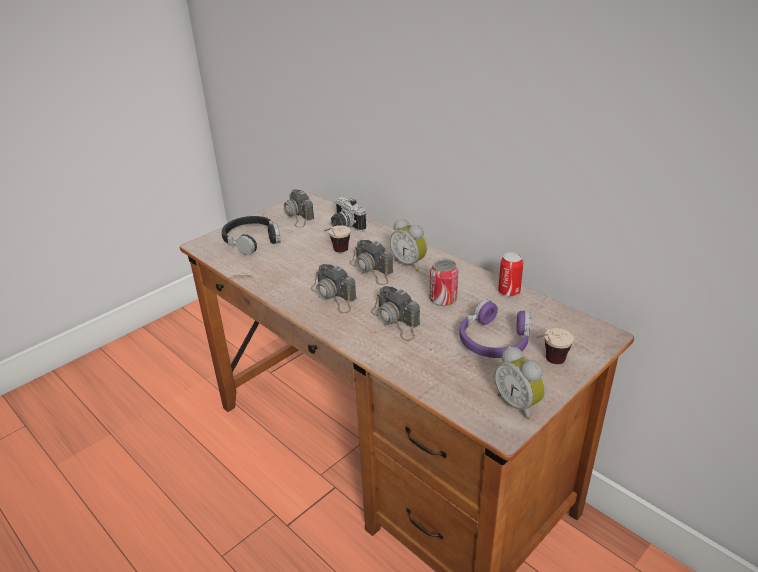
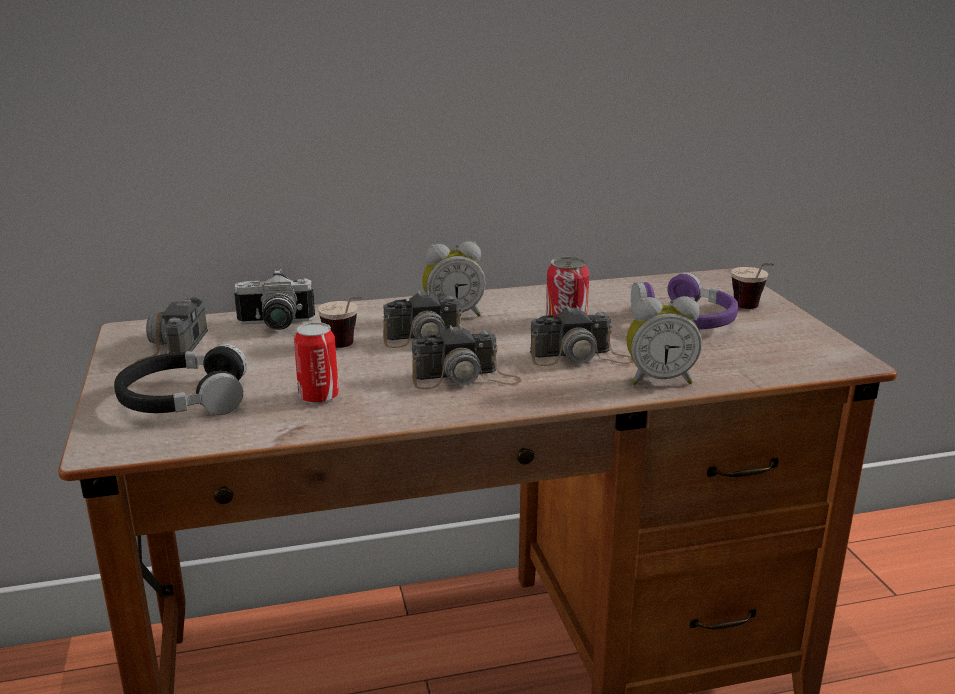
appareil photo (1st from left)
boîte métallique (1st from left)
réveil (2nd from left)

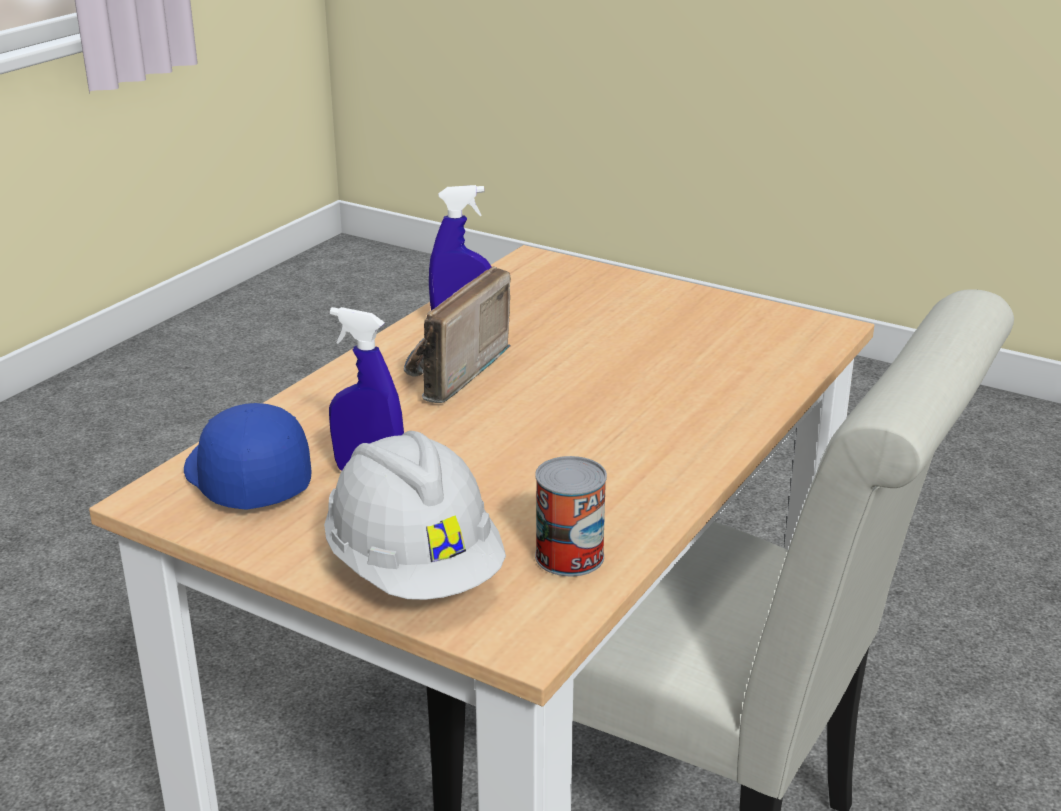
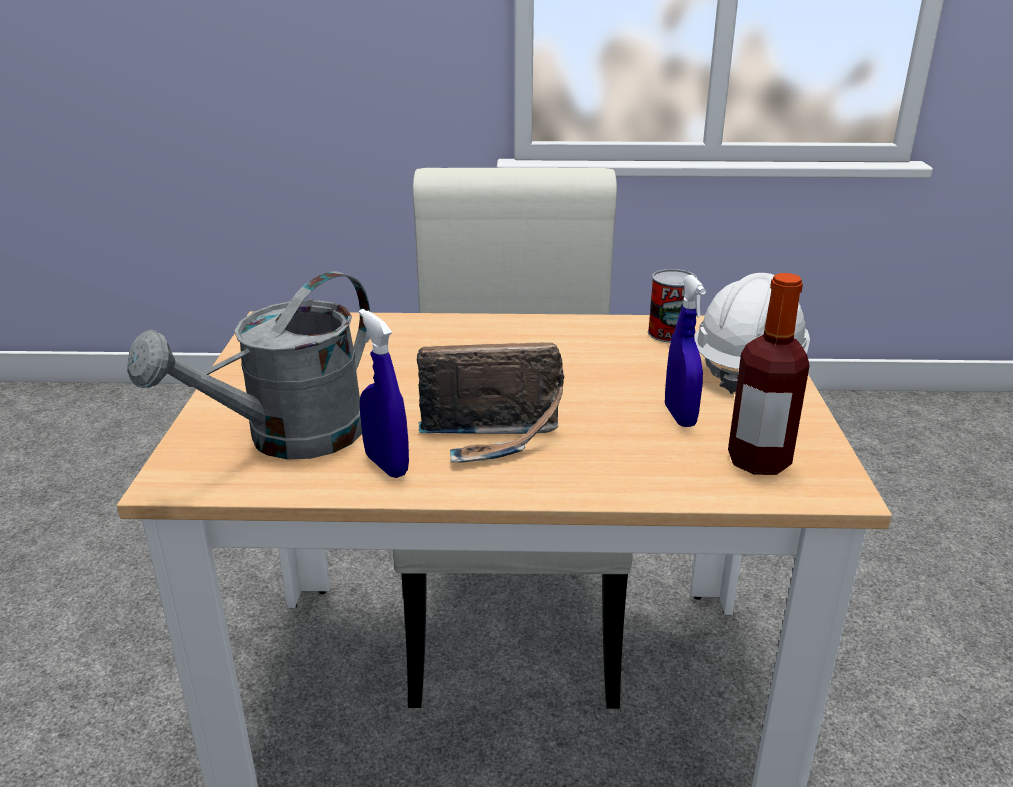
bouteille
arrosoir (gris)

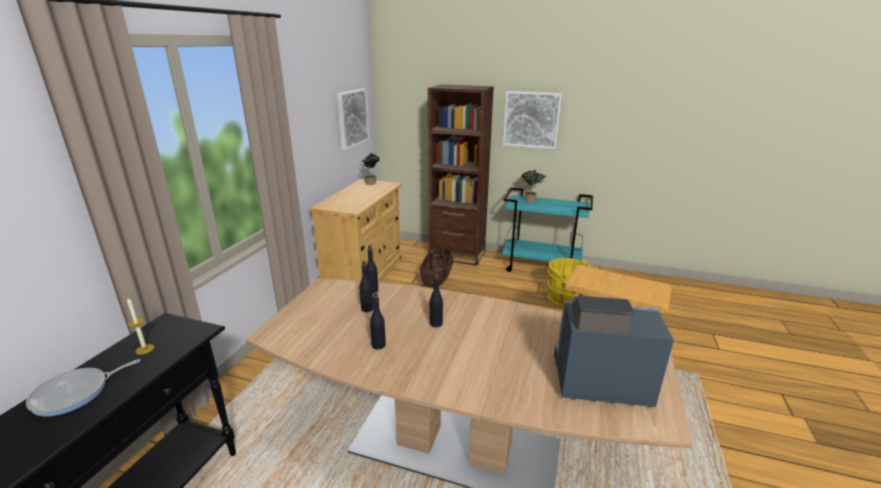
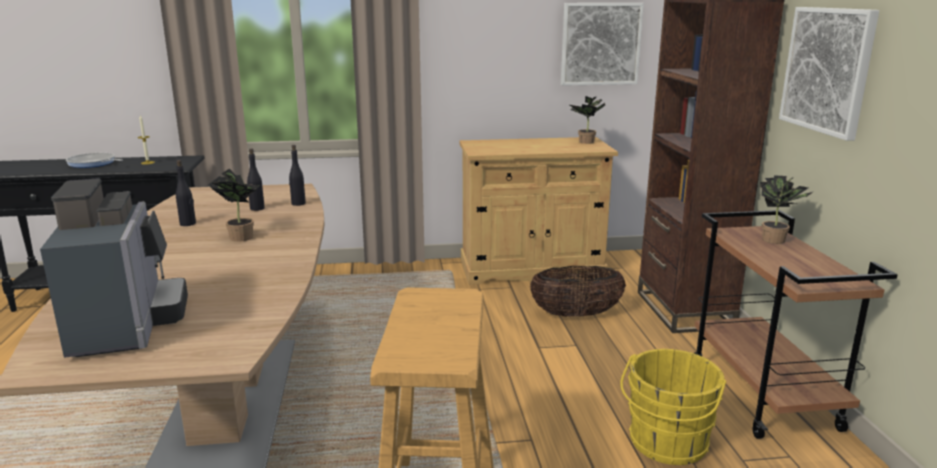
chariot (marron)
plante en pot (1st from left)

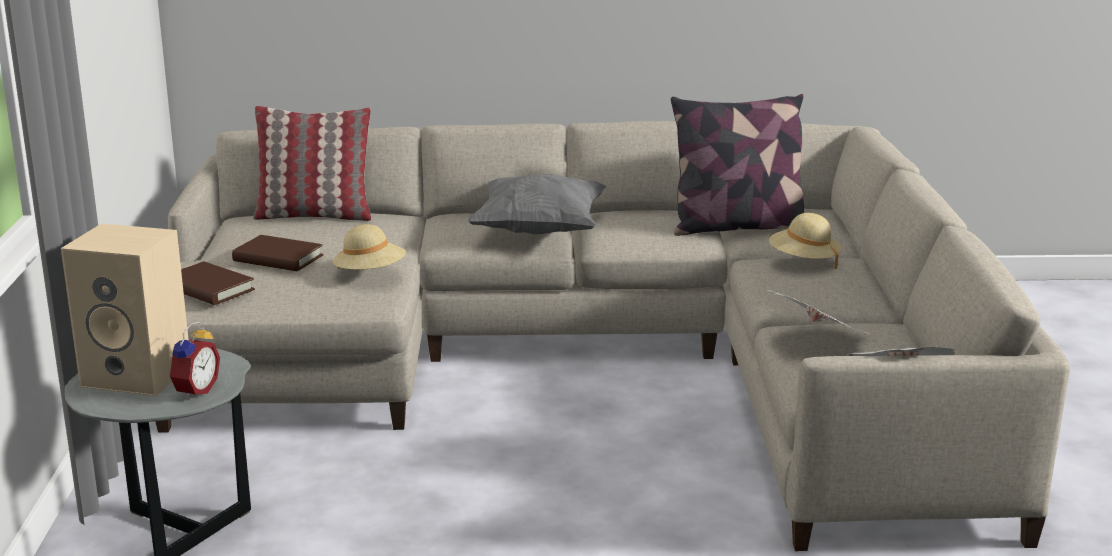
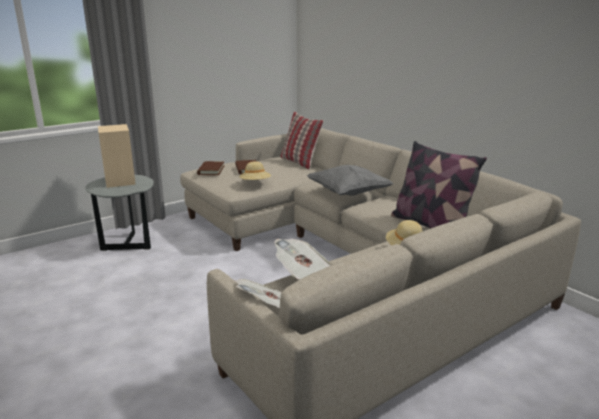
réveil

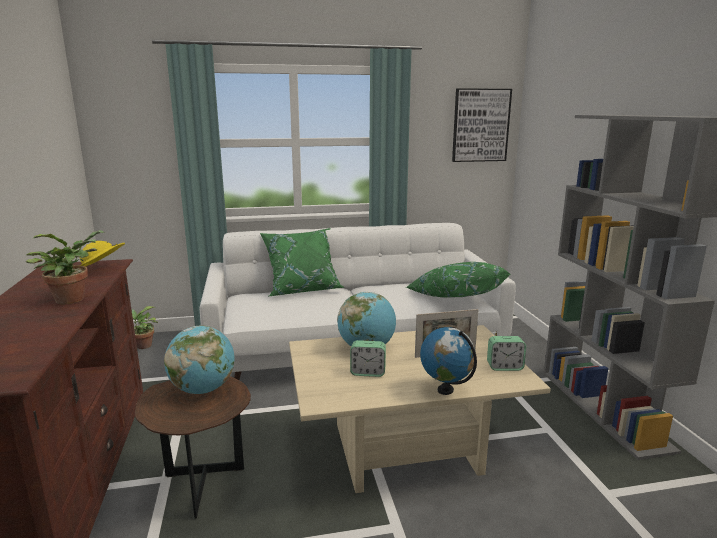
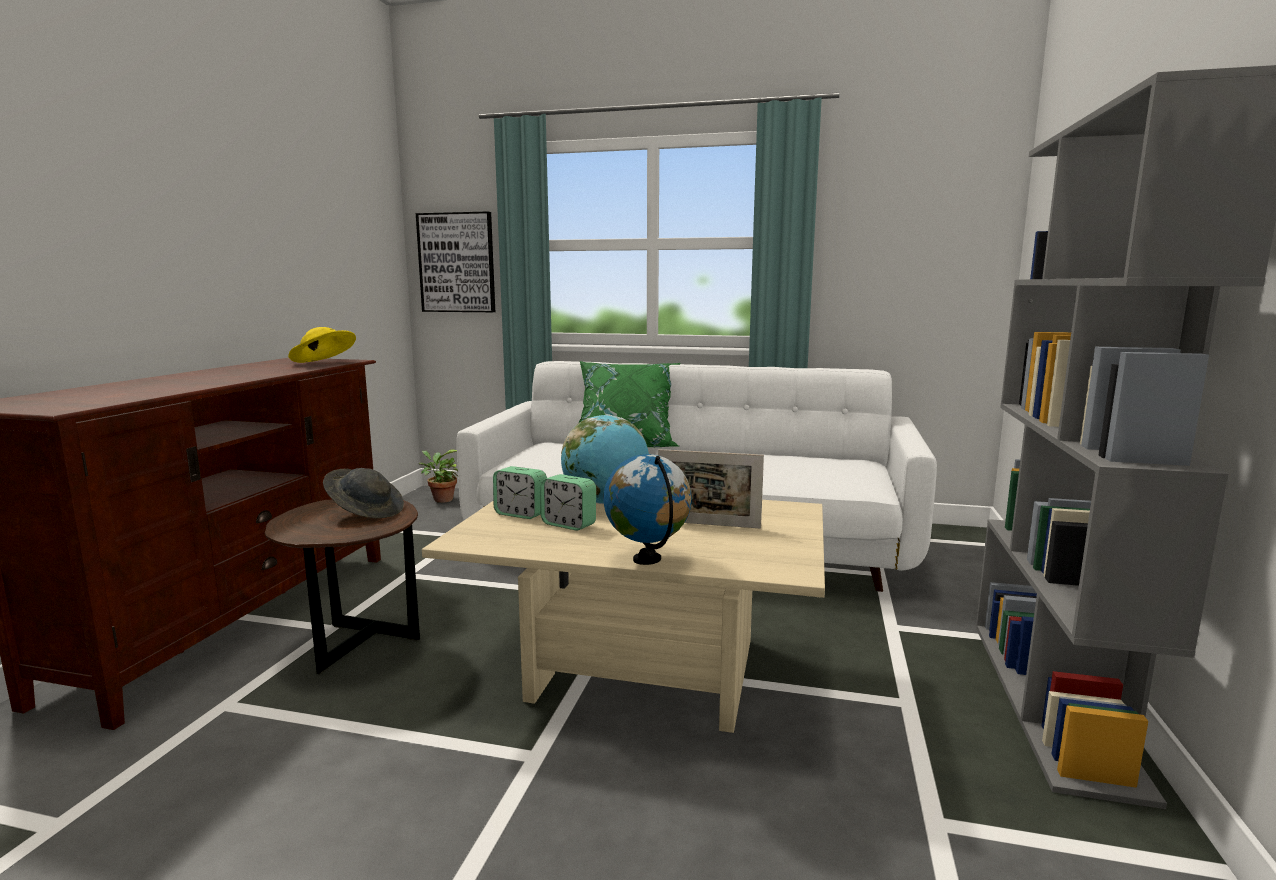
tableau
plante en pot (1st from left in the first image)
coussin (vert) (2nd from left in the first image)
chapeau (gris)
réveil (1st from left)

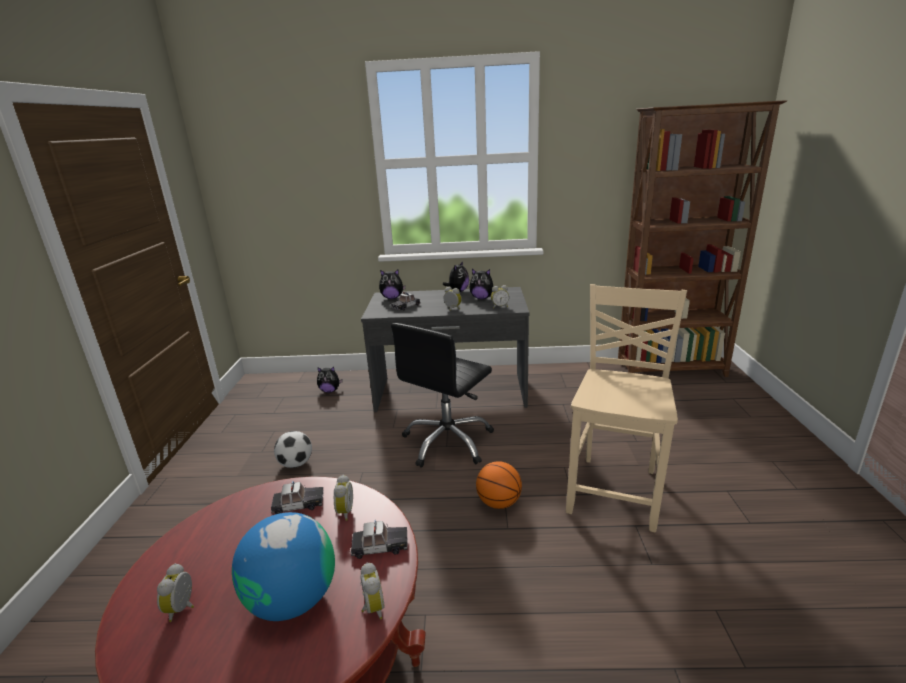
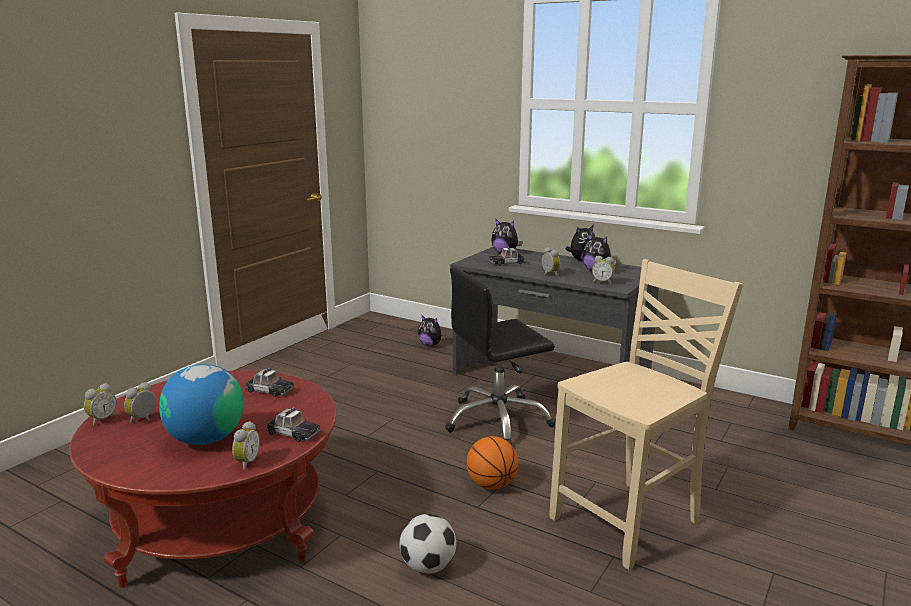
ballon de foot
réveil (1st from left)

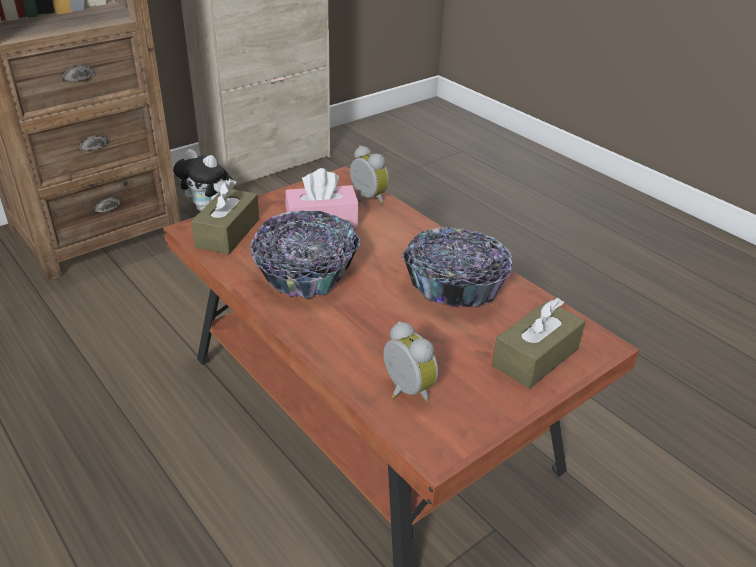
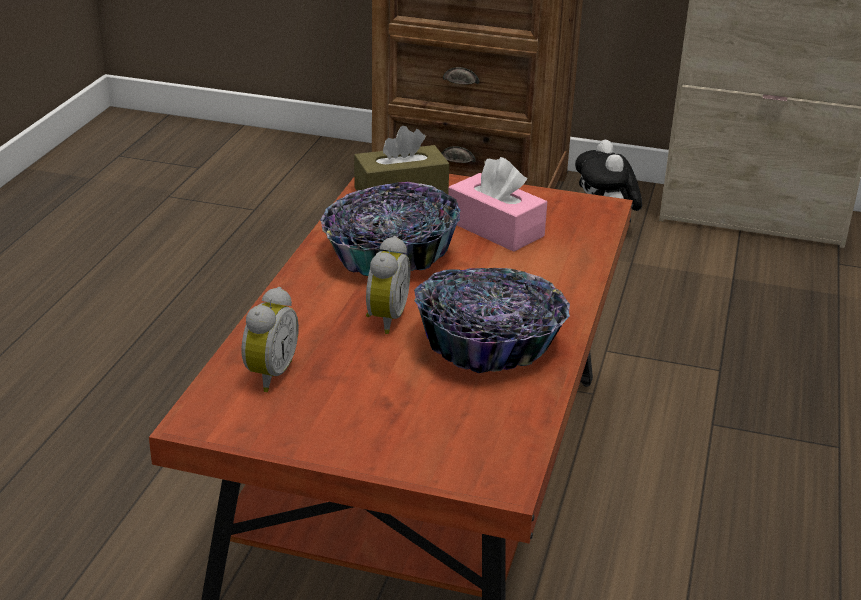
réveil (2nd from left)
boîte à mouchoirs (marron) (2nd from left in the first image)

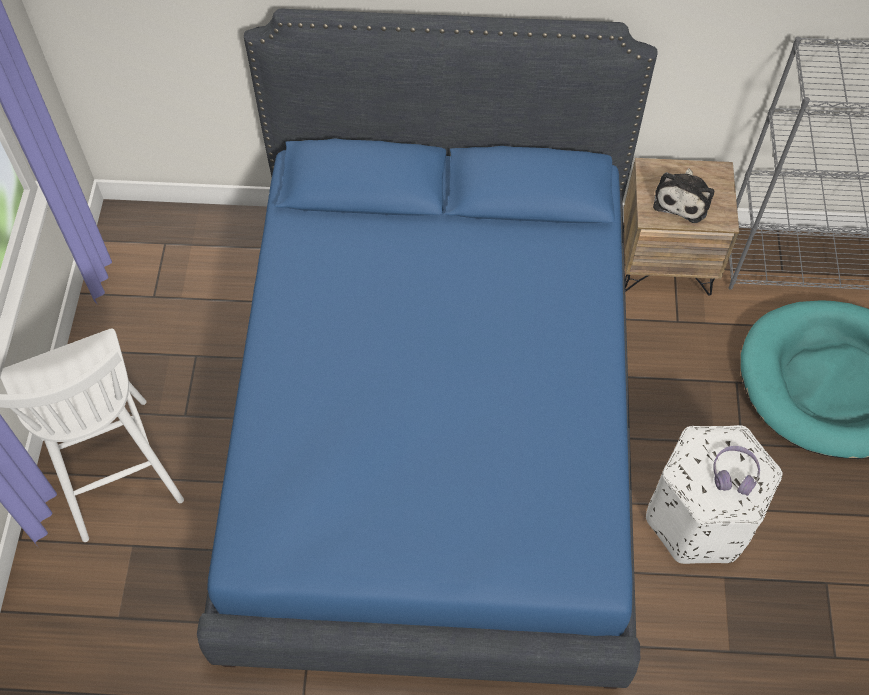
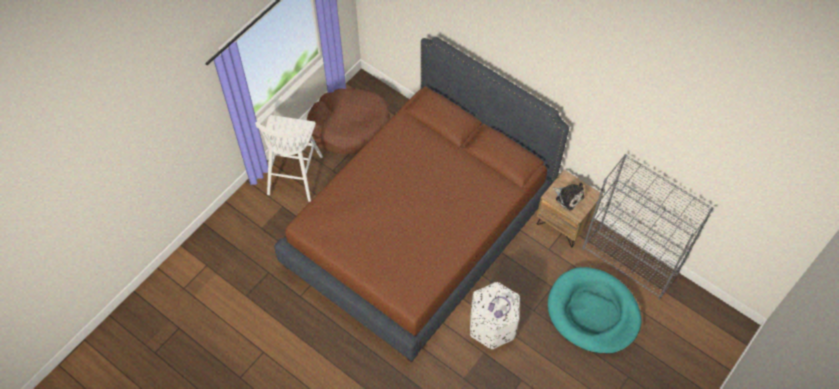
lit (marron)
peluche
panier pour chien (marron)

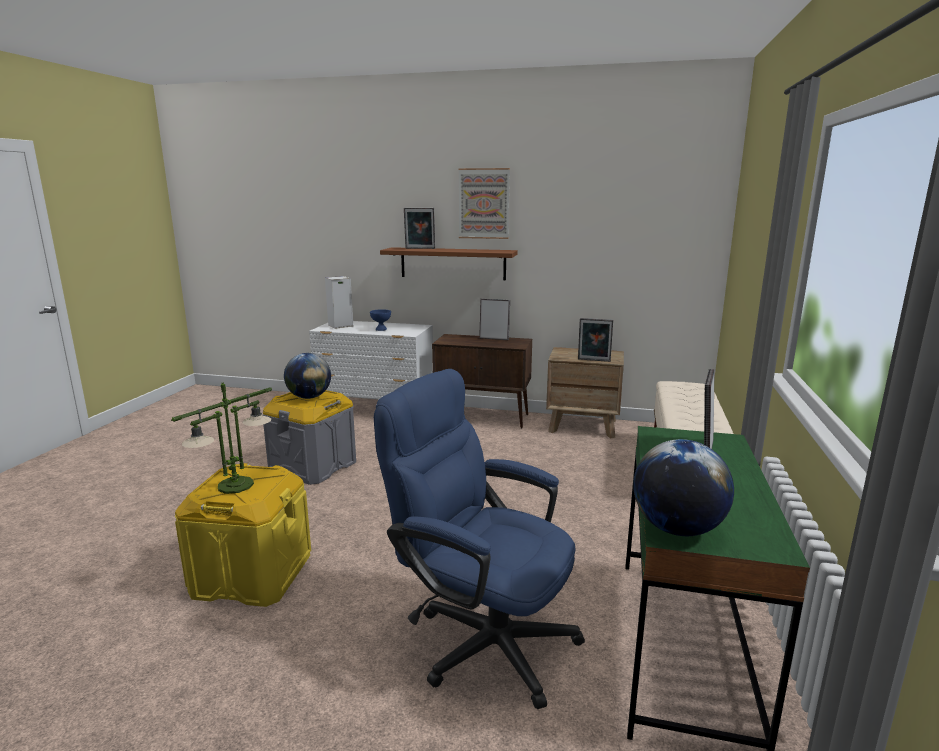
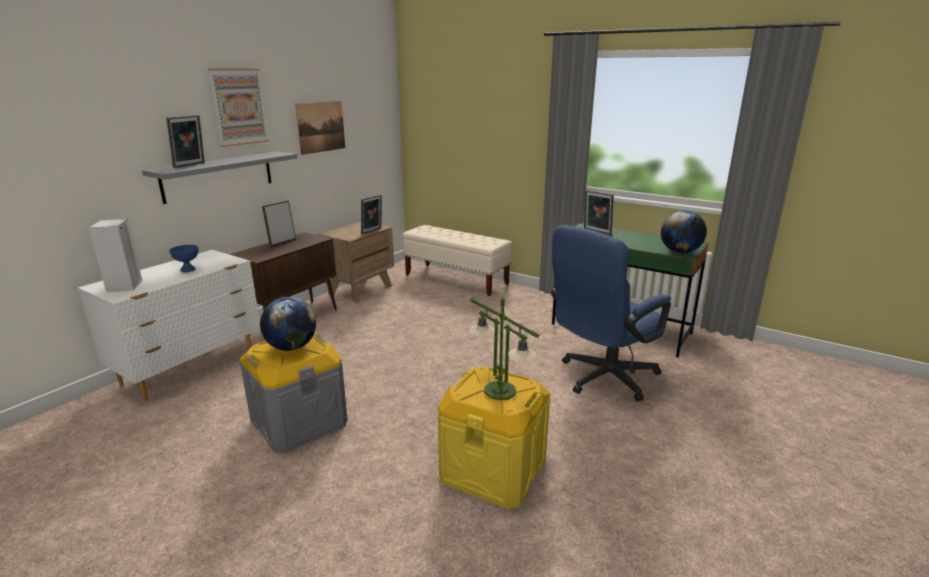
étagère (gris)
tableau (2nd from left)

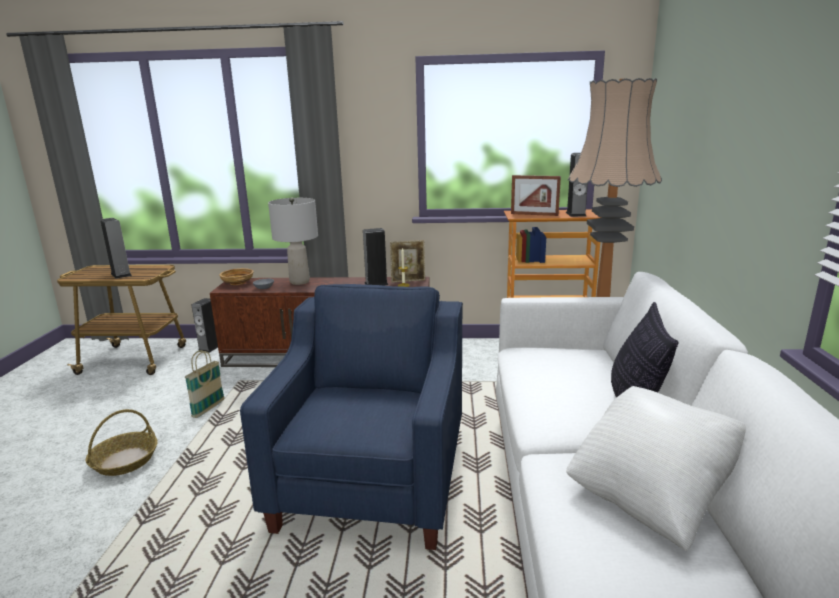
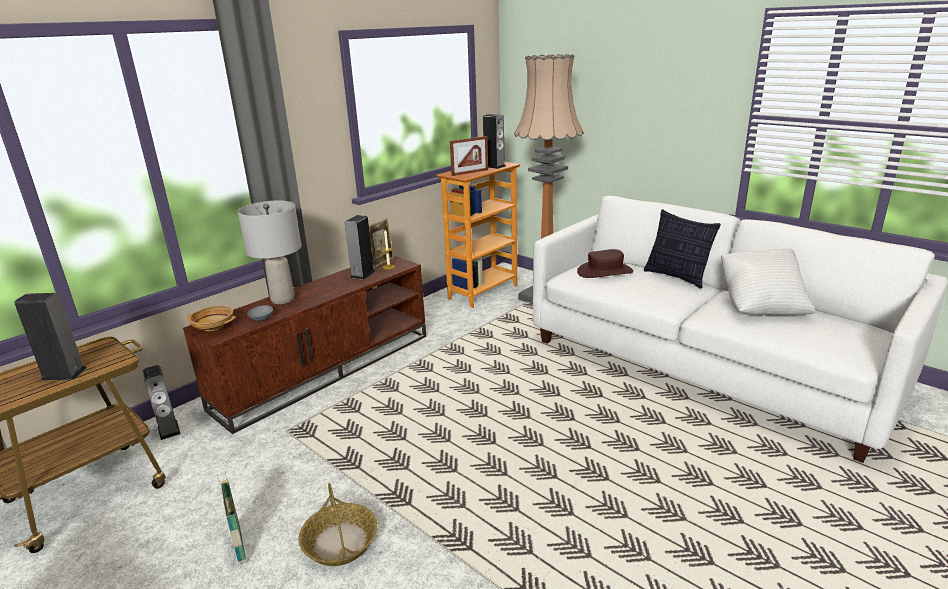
fauteuil (bleu)
panier (1st from left)
chapeau (marron)

